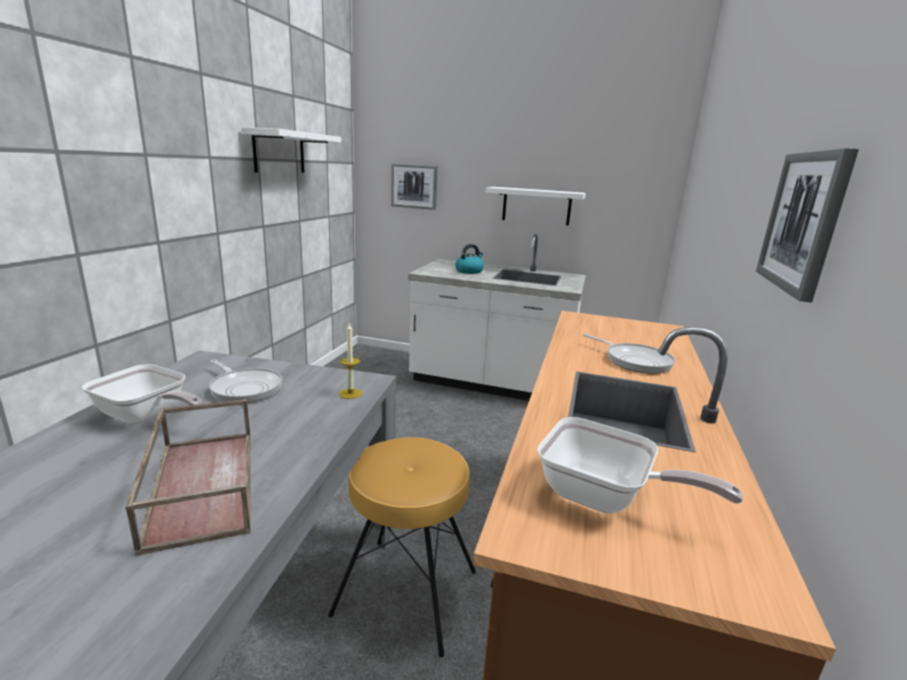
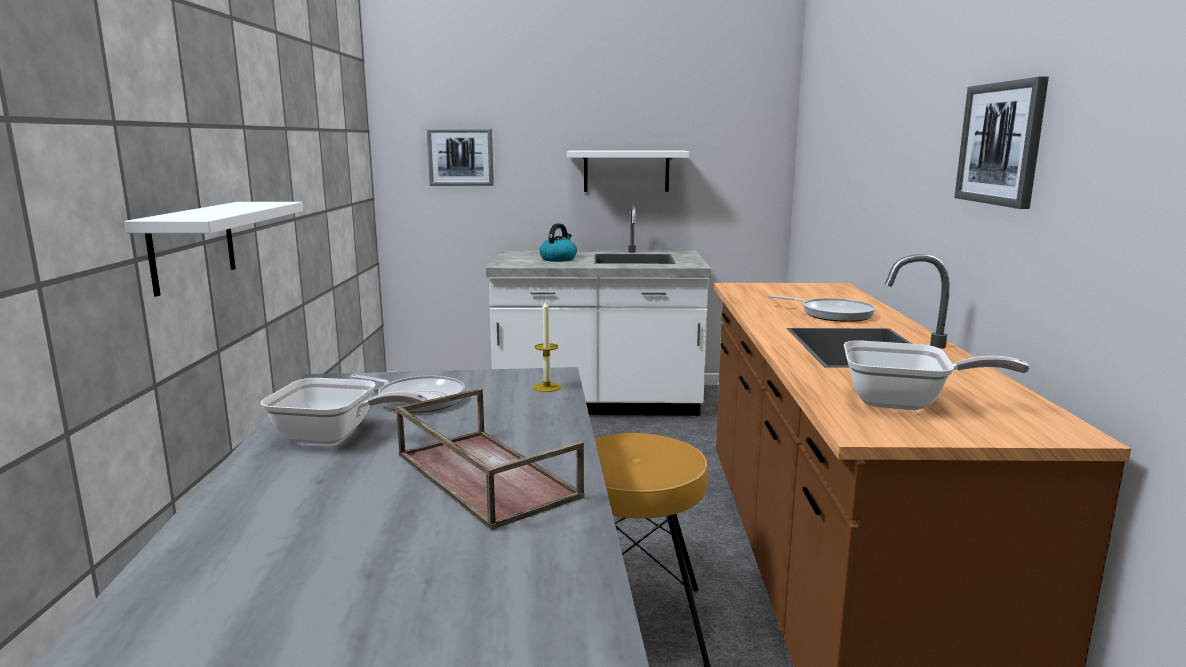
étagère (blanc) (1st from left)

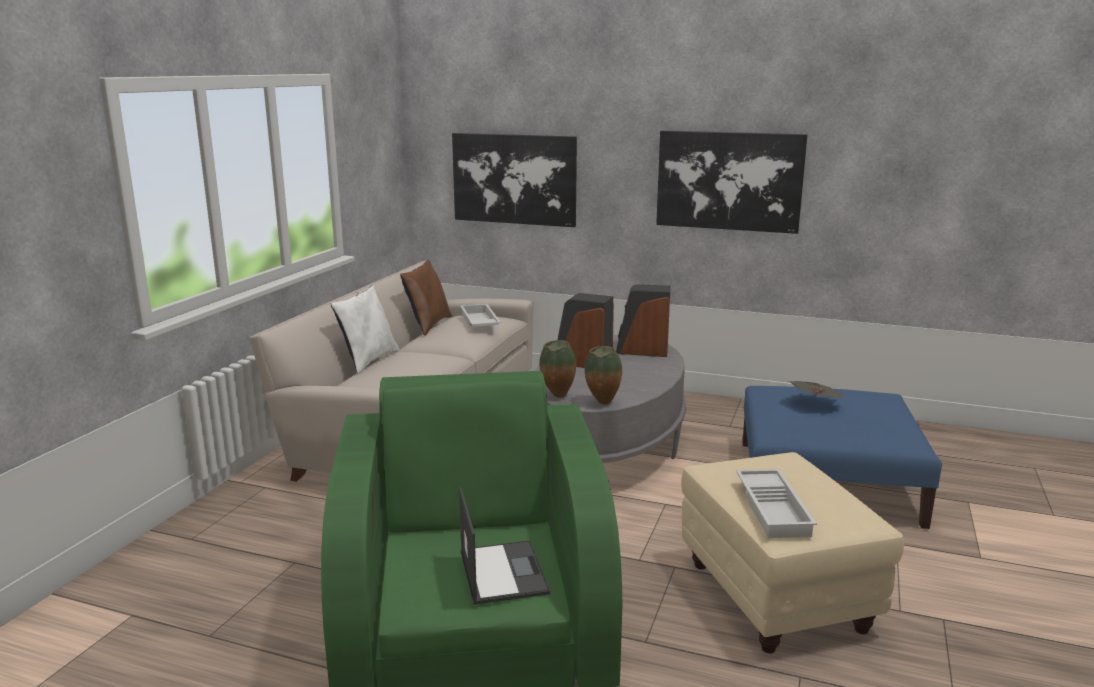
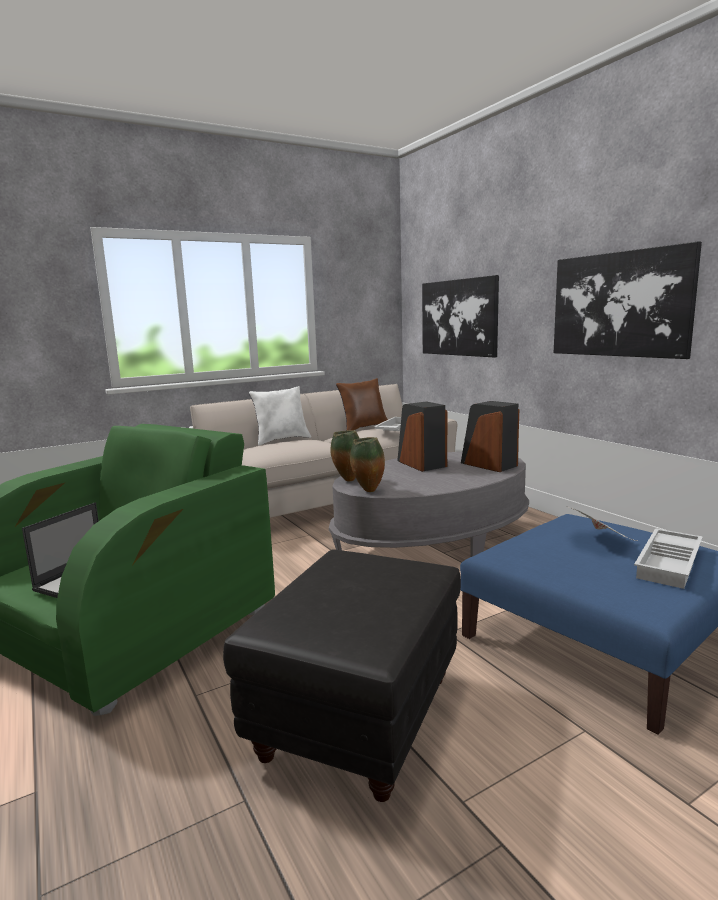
pouf (noir)
plateau (blanc) (2nd from left)

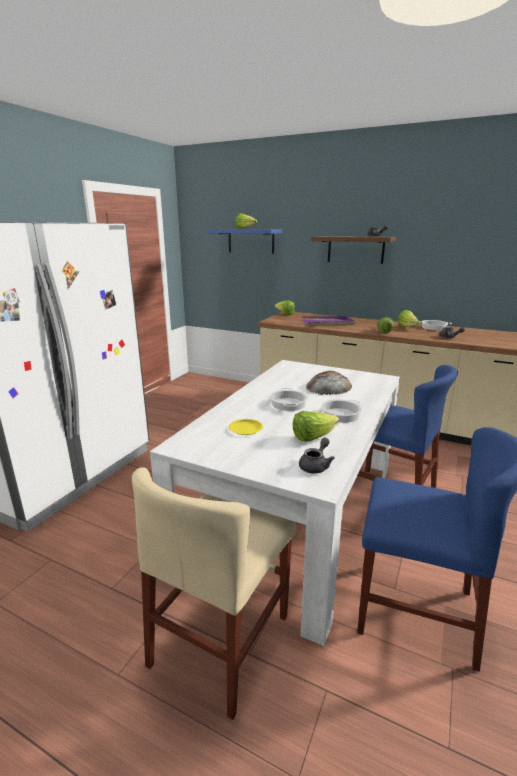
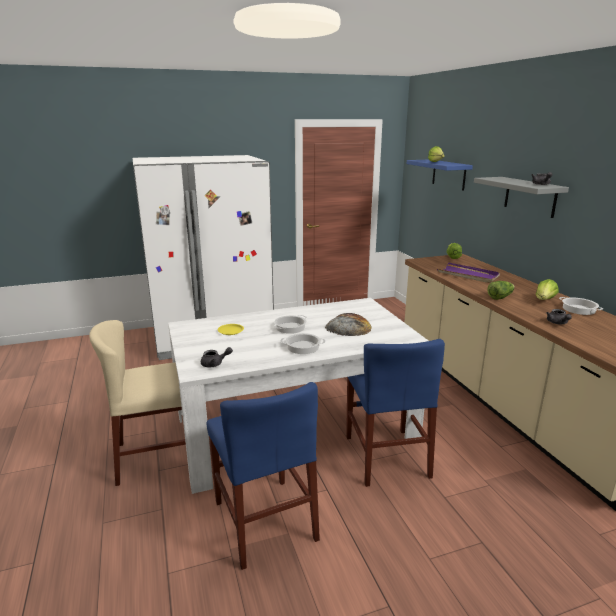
étagère (gris)
laitue (3rd from left in the first image)

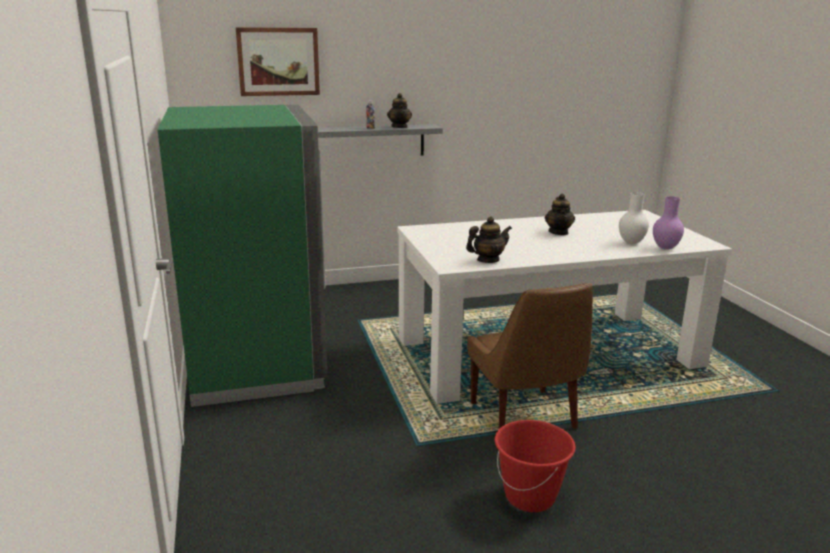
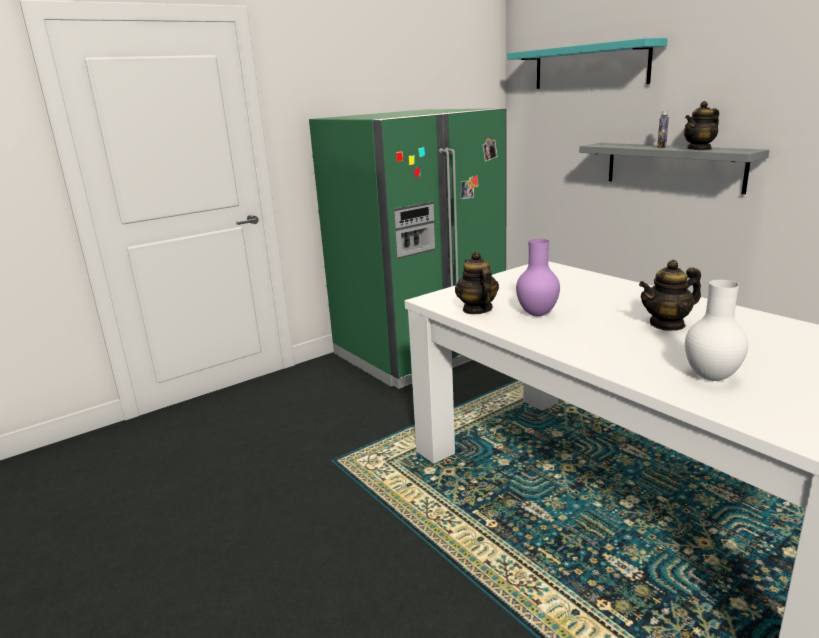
étagère (turquoise)
vase (violet)
théière (1st from left)
chaise (marron)
seau (rouge)

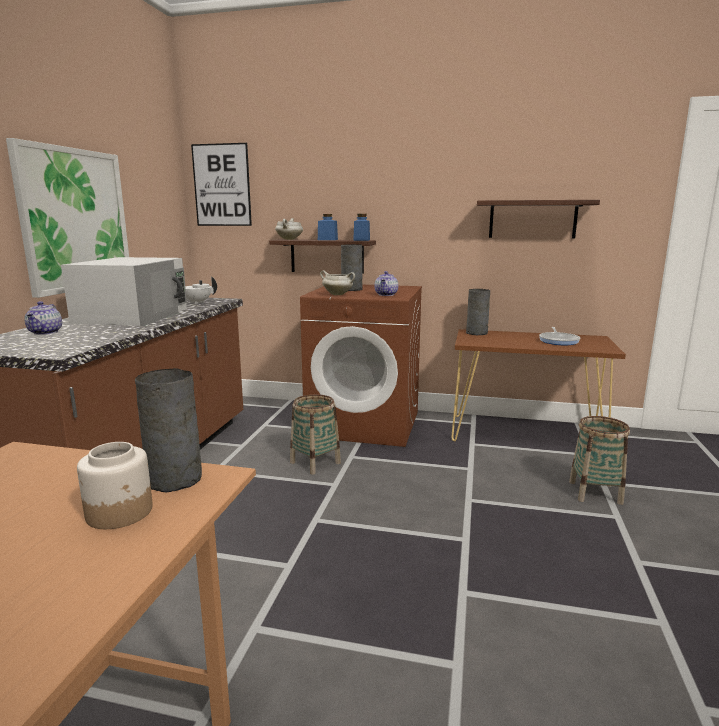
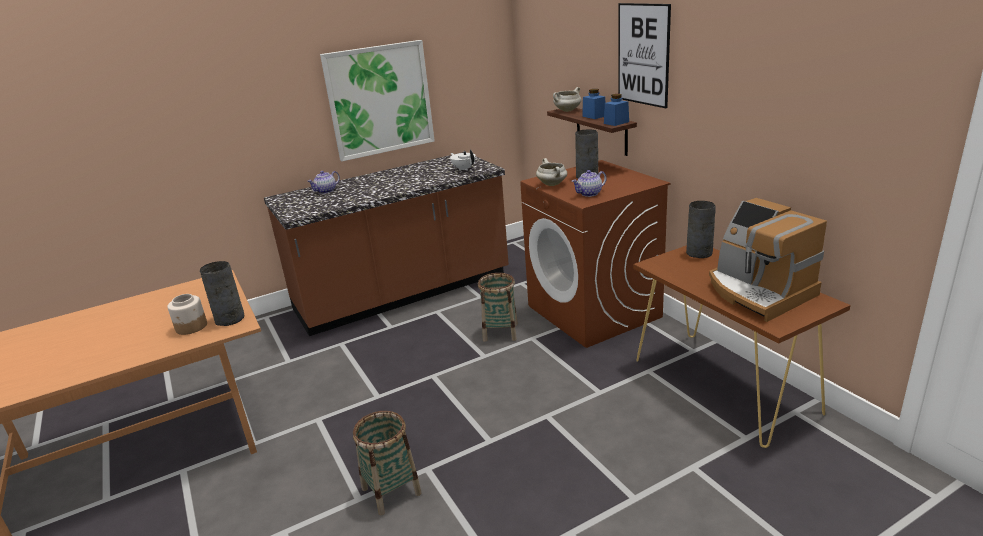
tableau (2nd from left)
étagère (2nd from left in the first image)
micro-ondes (blanc)
machine à café
panier (1st from left)

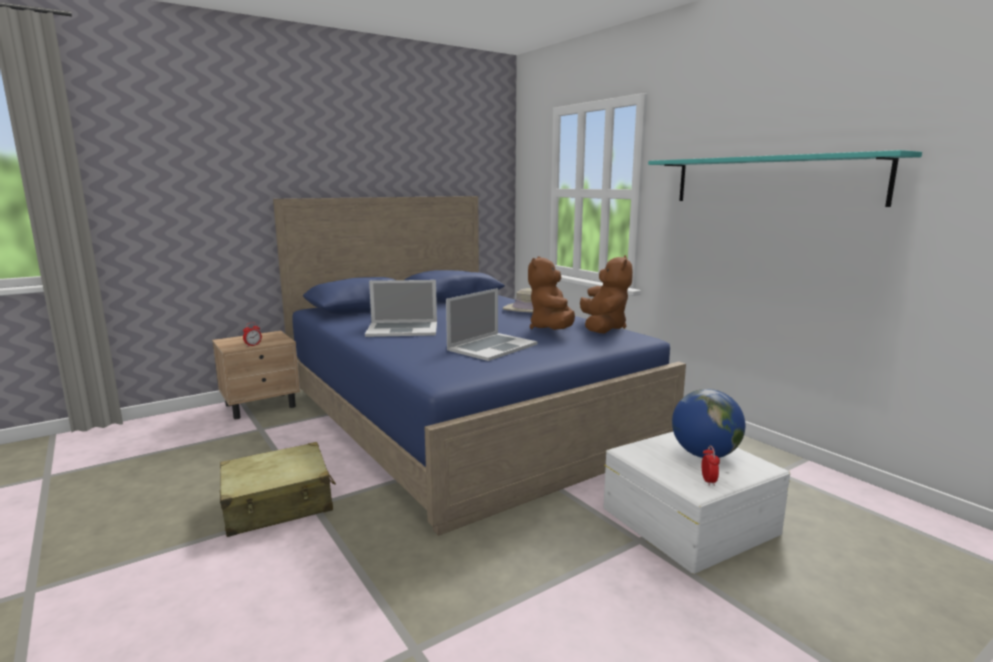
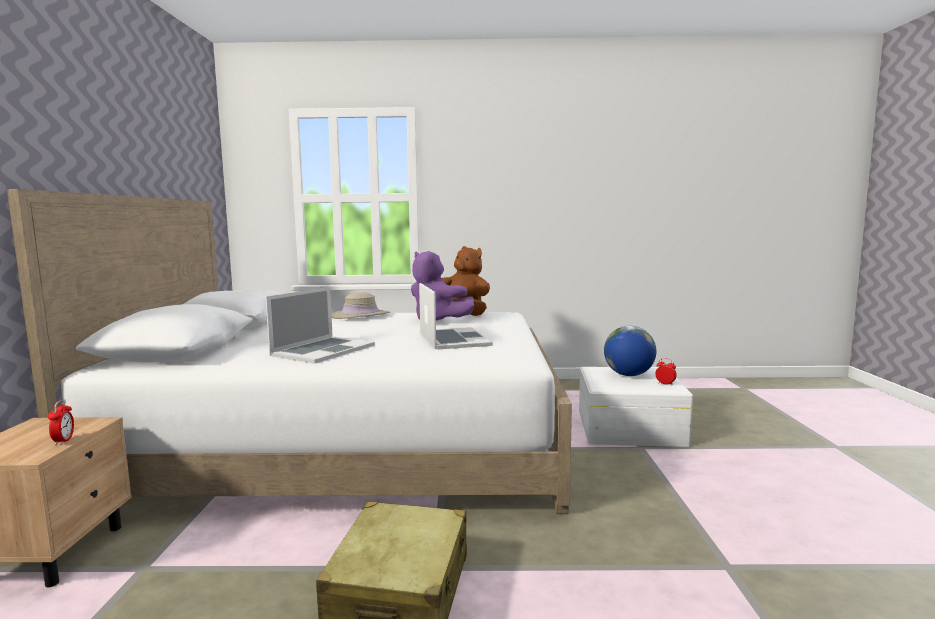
étagère (turquoise)
lit (blanc)
peluche (violet)

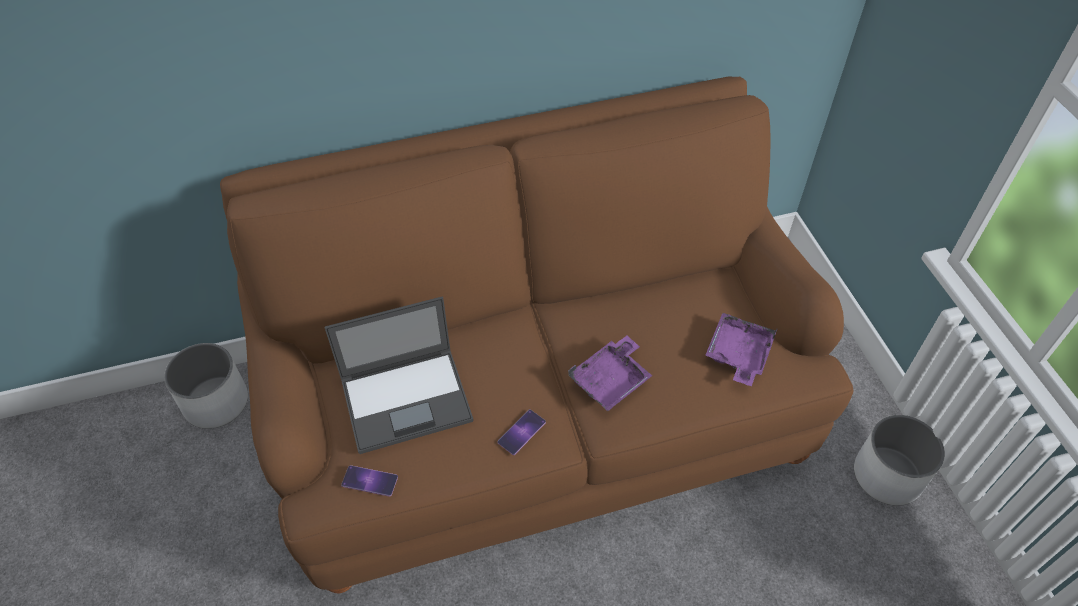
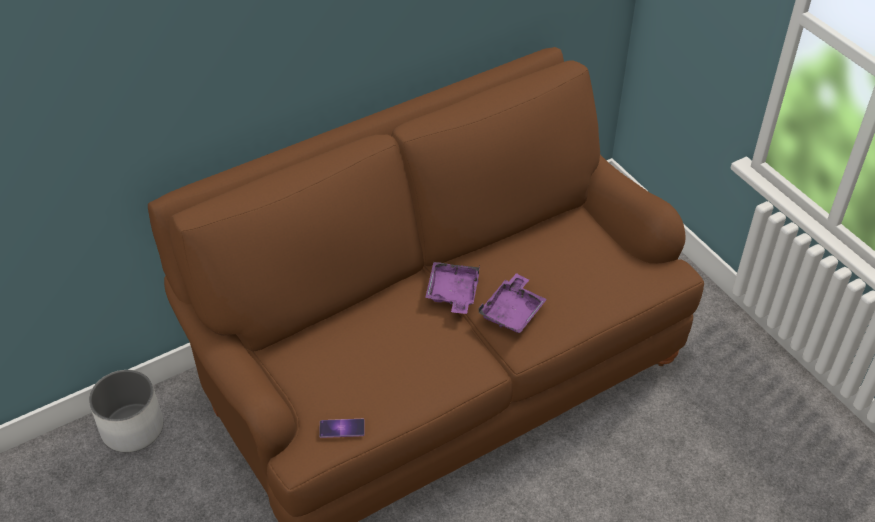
ordinateur portable
plateau (violet) (1st from left)
téléphone (2nd from left in the first image)
cache-pot (blanc) (2nd from left in the first image)

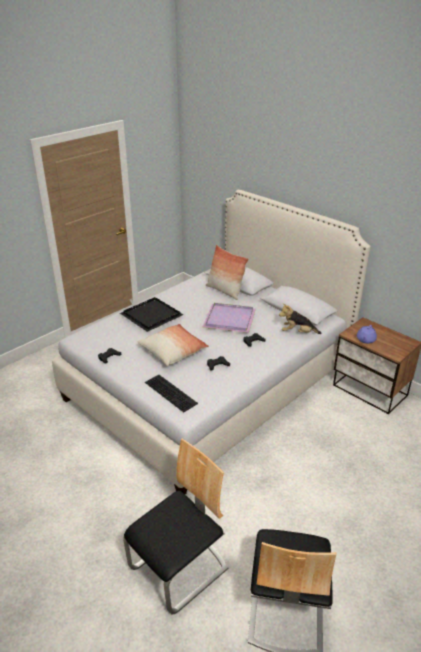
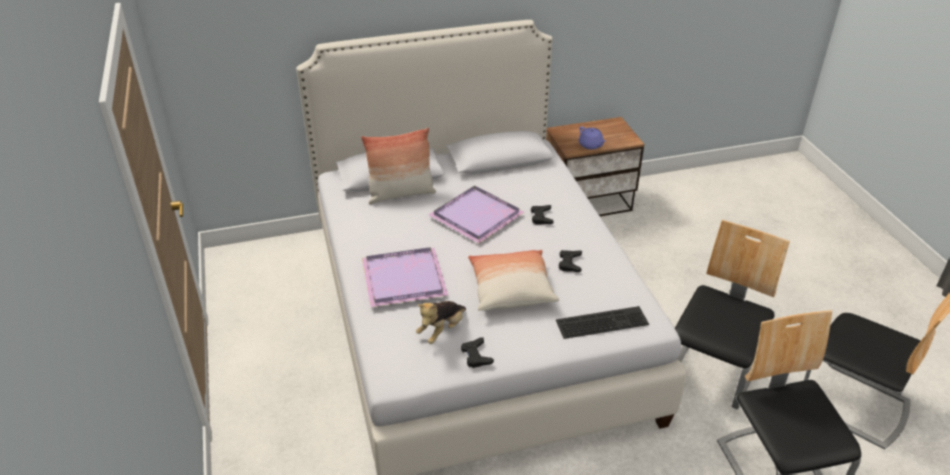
plateau (violet) (1st from left)
peluche
chaise (1st from left)

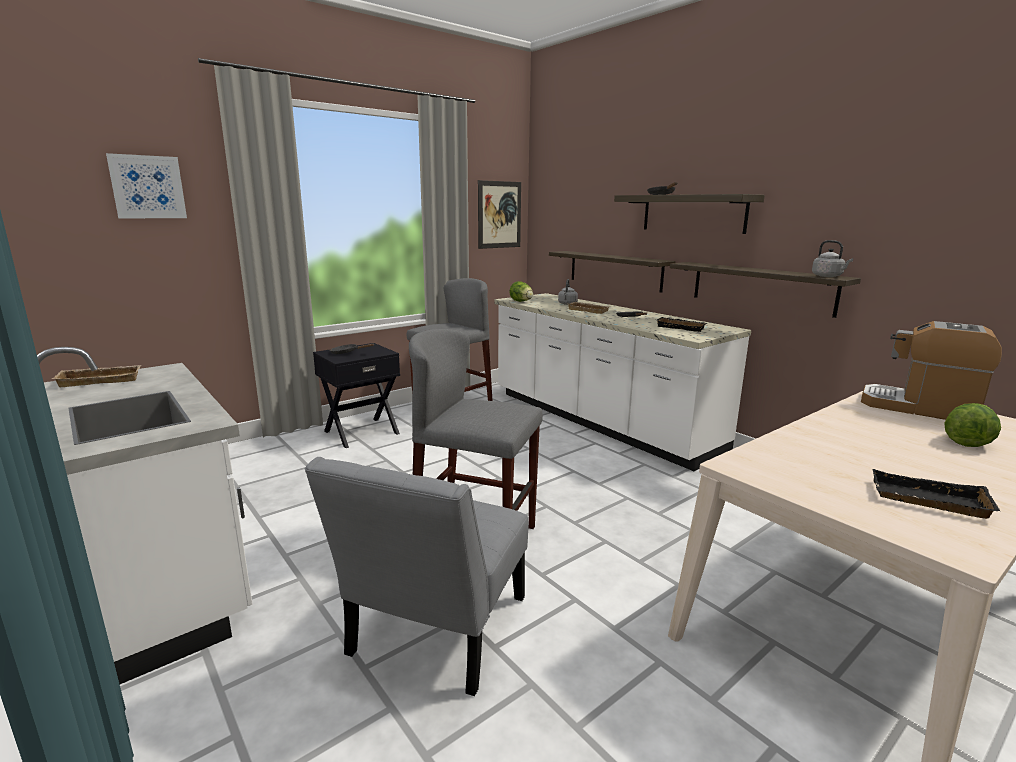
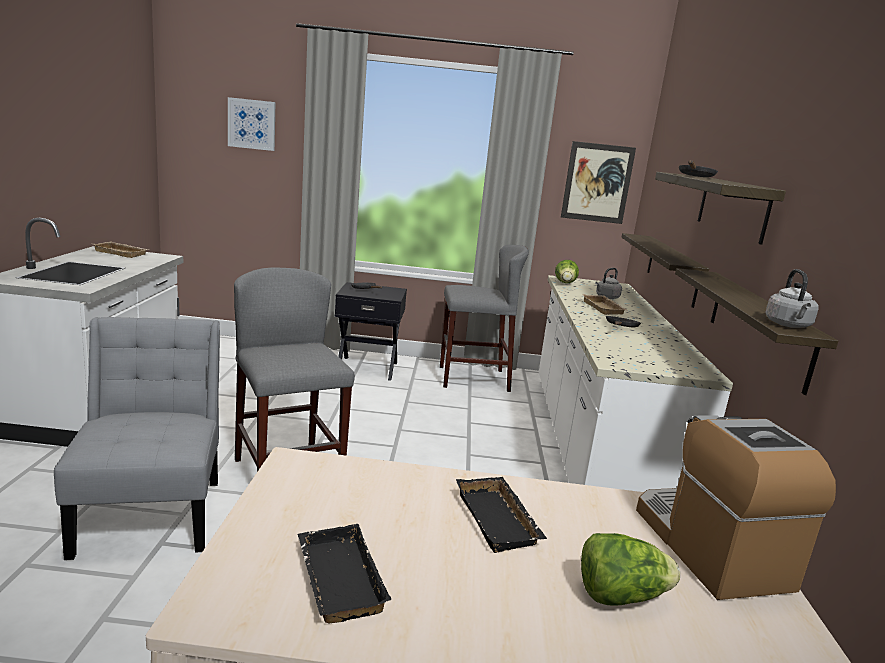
plateau (noir) (2nd from left)
chaise (gris)

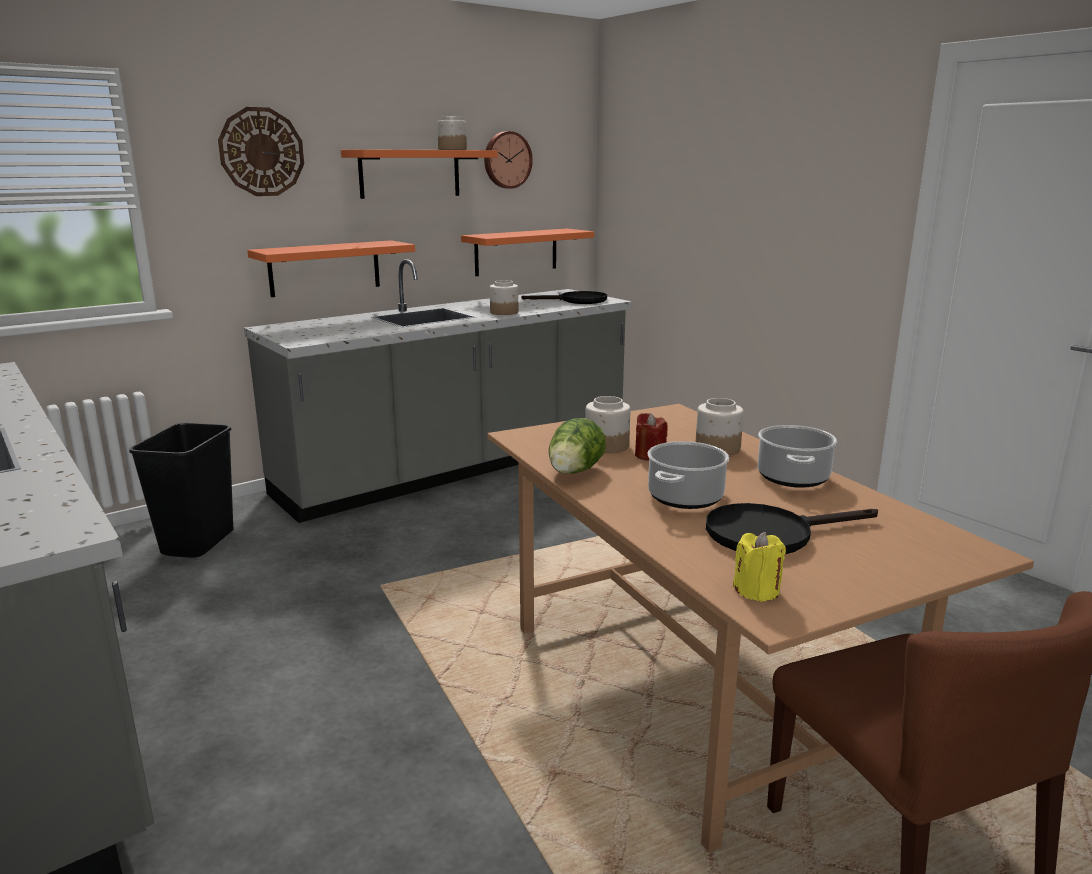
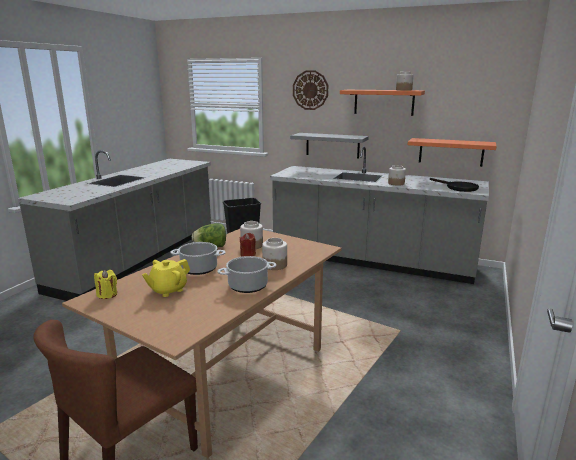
horloge murale (2nd from left in the first image)
étagère (gris)
théière (jaune)

